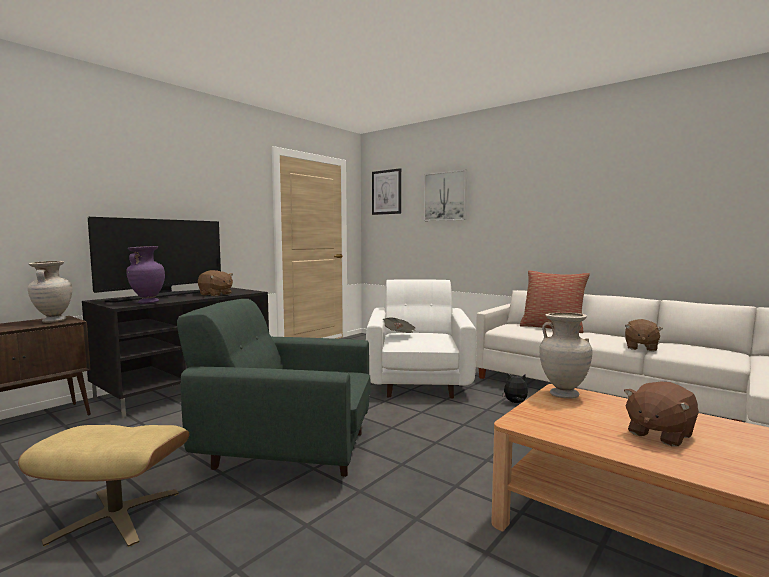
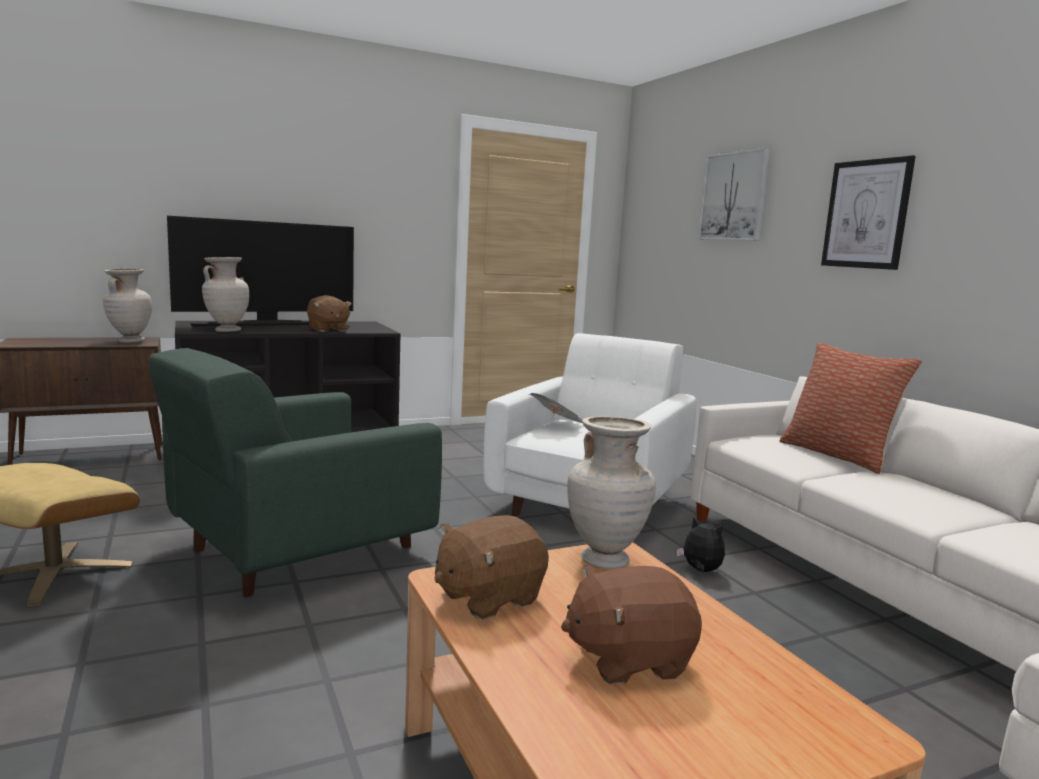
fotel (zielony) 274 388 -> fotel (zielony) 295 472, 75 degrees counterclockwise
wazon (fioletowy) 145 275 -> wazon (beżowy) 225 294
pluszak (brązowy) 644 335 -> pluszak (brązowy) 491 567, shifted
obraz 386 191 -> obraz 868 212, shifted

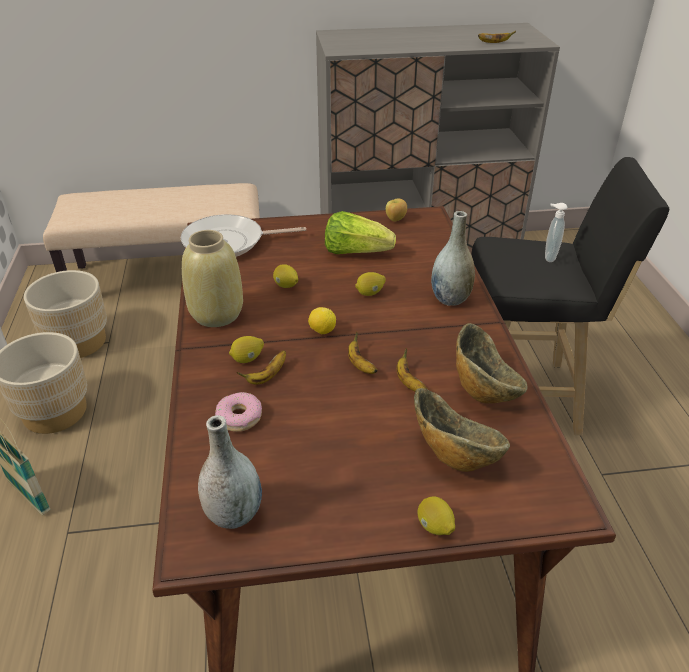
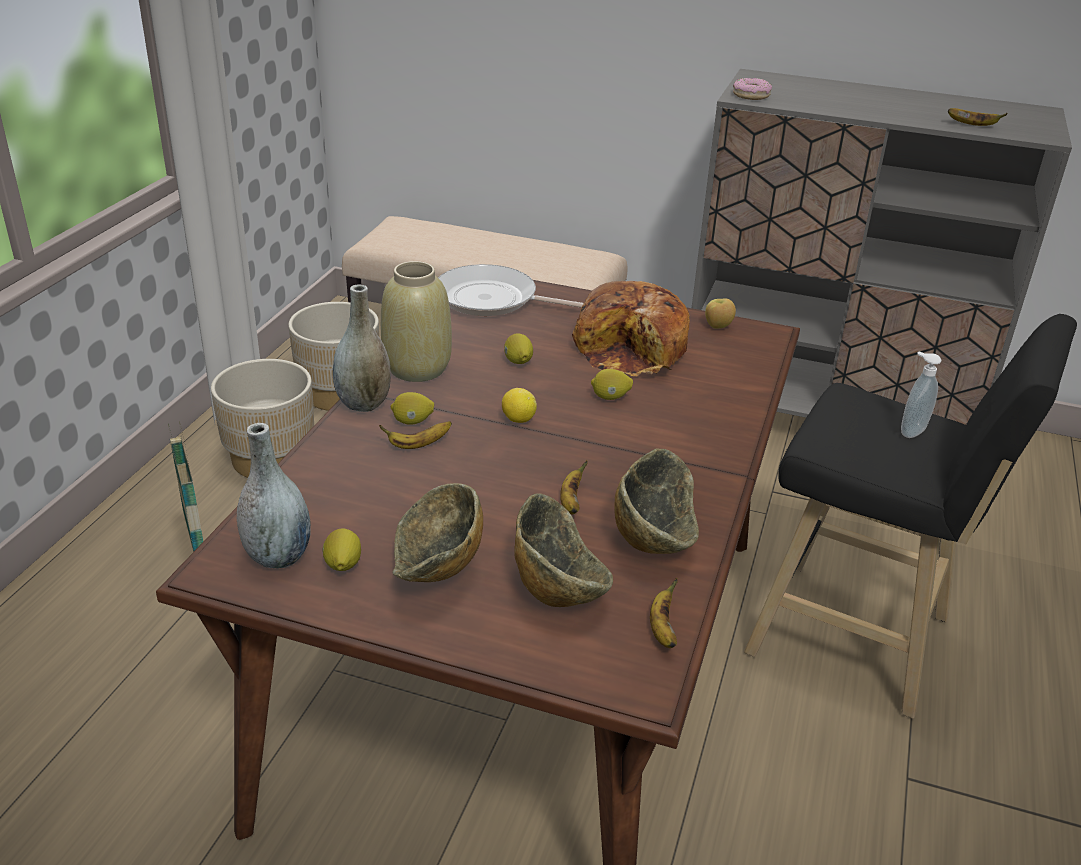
cytryna 436 515 -> cytryna 341 550, shifted
wazon (szary) 453 258 -> wazon (szary) 362 348, shifted
none -> miska 437 532
sałata 360 232 -> chleb 631 328
banan 363 352 -> banan 664 613, shifted
donut 238 412 -> donut 752 89, shifted

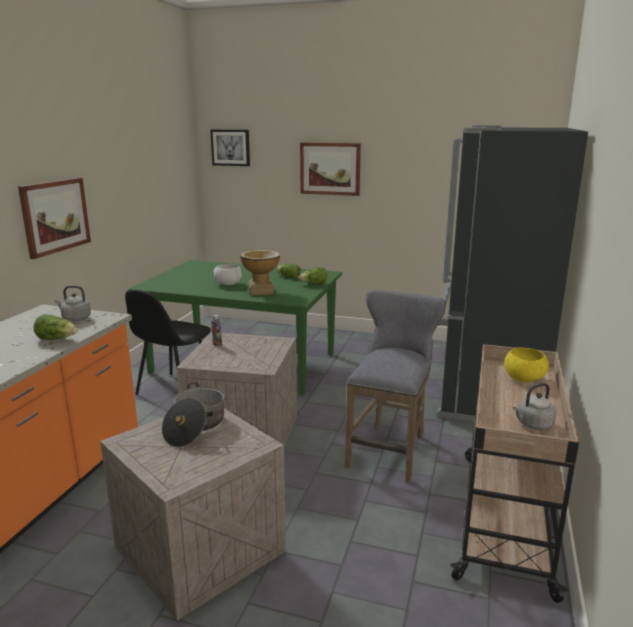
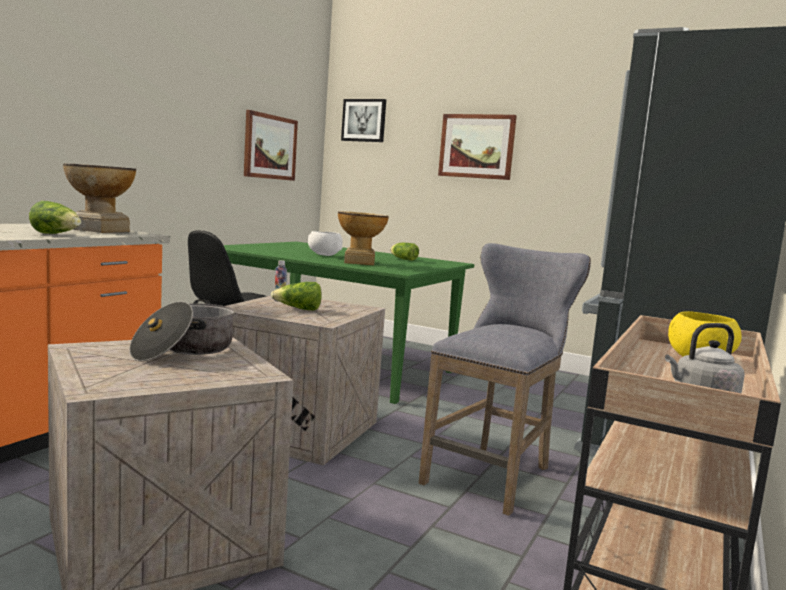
czajnik (szary) 73 303 -> wazon 99 198
obraz 54 218 -> obraz 271 145, shifted
sałata 312 275 -> sałata 296 296, shifted

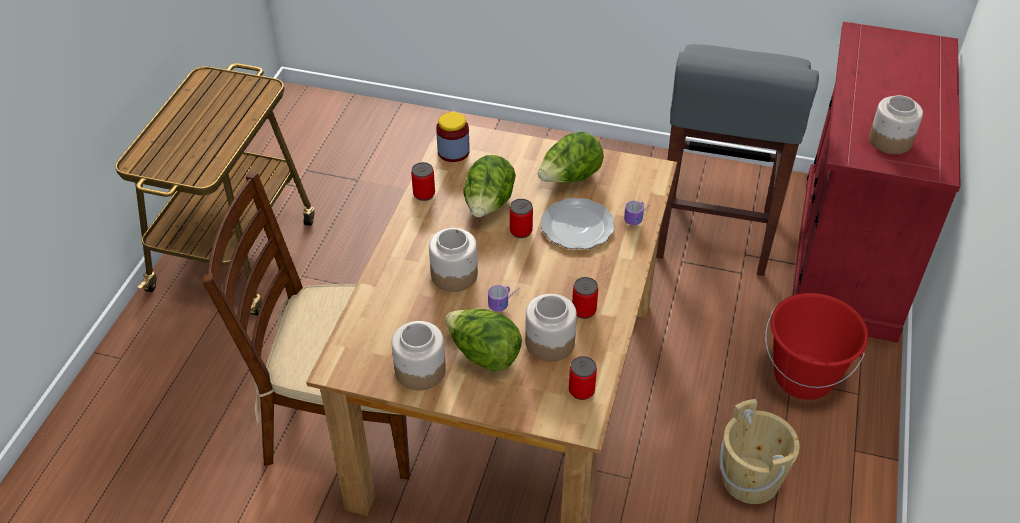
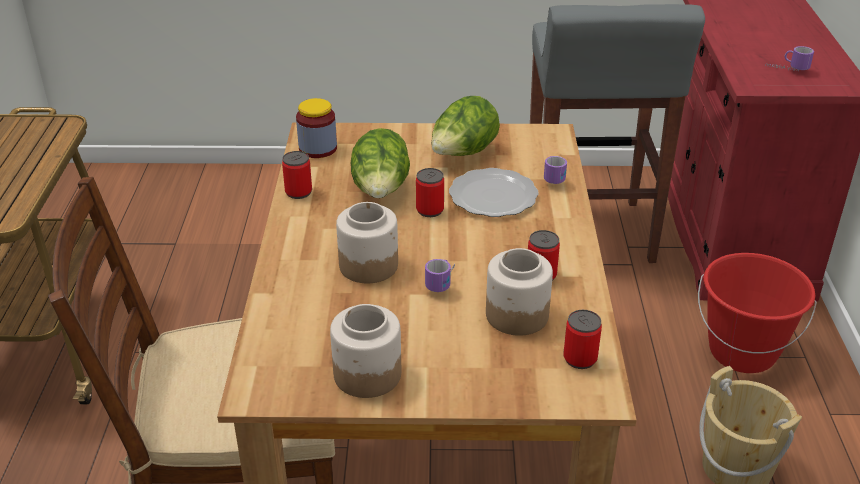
słoik 896 124 -> kubek 789 58
sałata 483 340 -> none

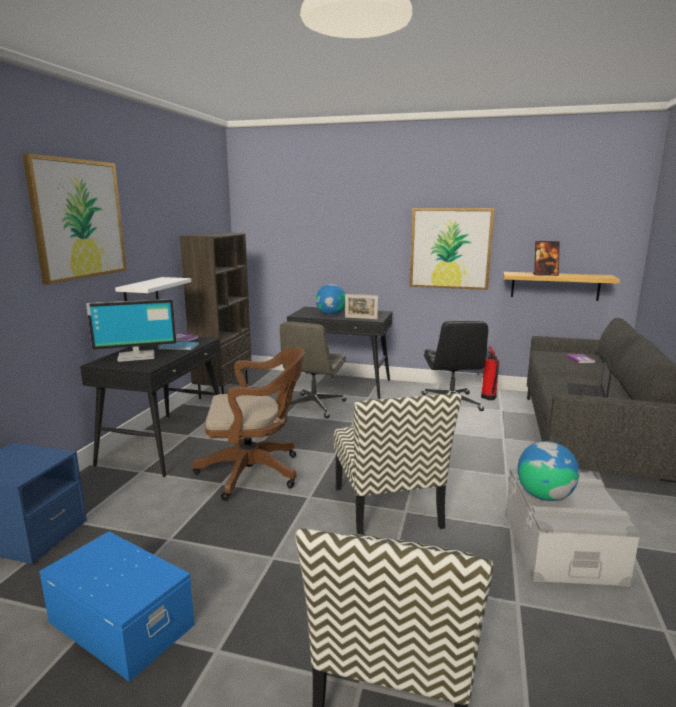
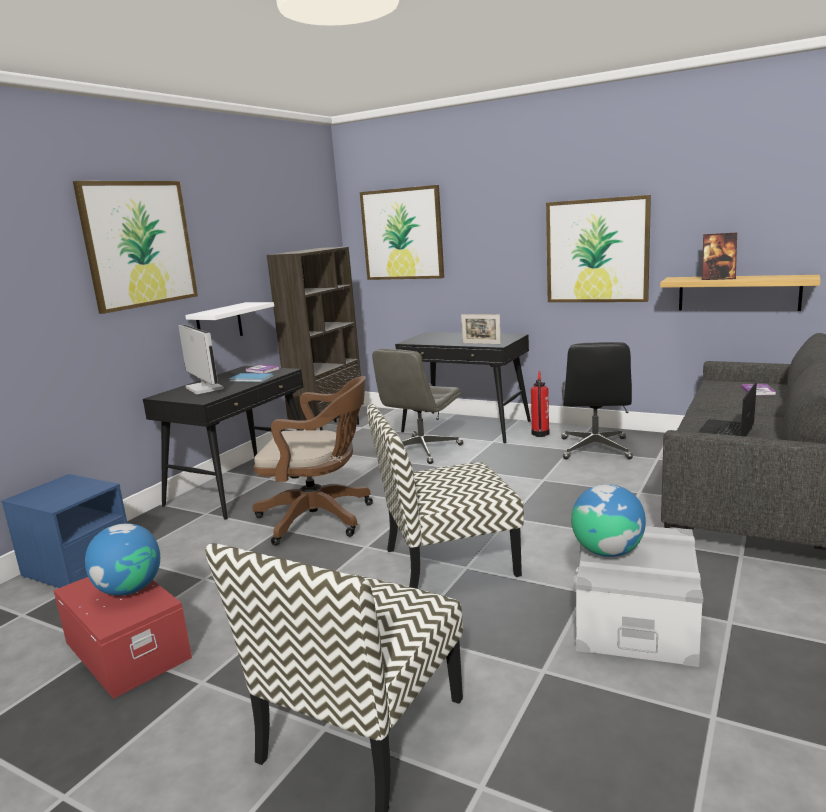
pojemnik do przechowywania (niebieski) 117 607 -> pojemnik do przechowywania (czerwony) 122 638
globus 331 299 -> globus 122 559, shifted
monitor 131 330 -> monitor 201 359, 120 degrees counterclockwise
none -> obraz 402 232
krzesło 398 464 -> krzesło 445 496, 75 degrees clockwise
gaśnica 490 373 -> gaśnica 540 404, shifted

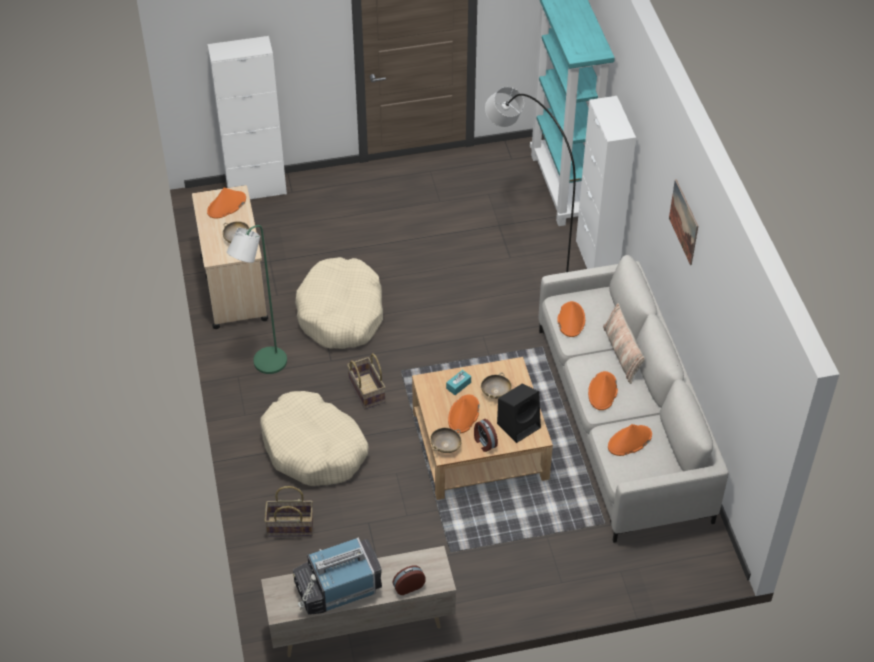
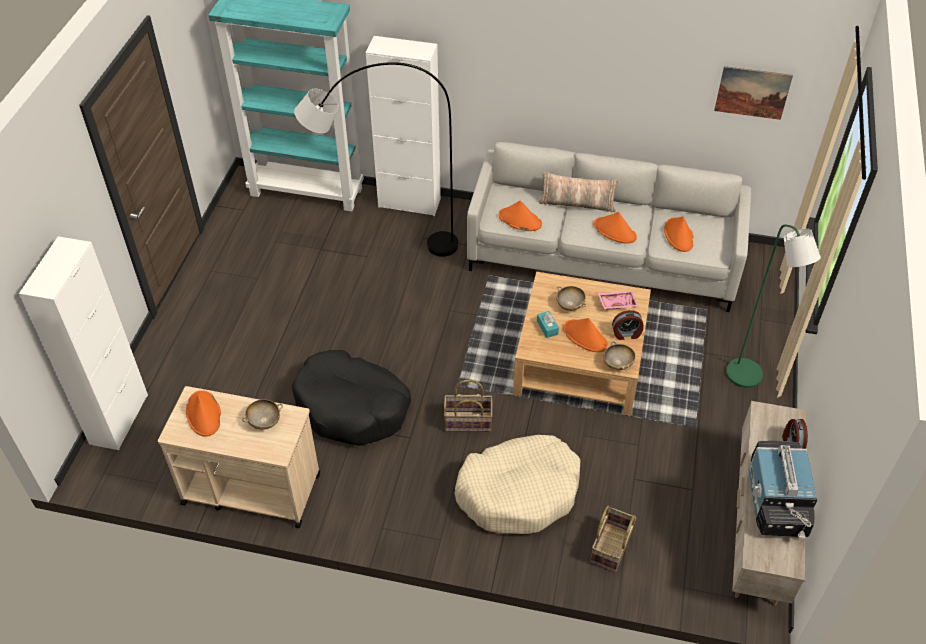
legowisko (beżowy) 339 303 -> legowisko (czarny) 351 398
głośnik (czarny) 519 413 -> taca (różowy) 618 299
obraz 683 222 -> obraz 753 93, shifted
lampa stojąca (zielony) 257 299 -> lampa stojąca (zielony) 773 306, shifted

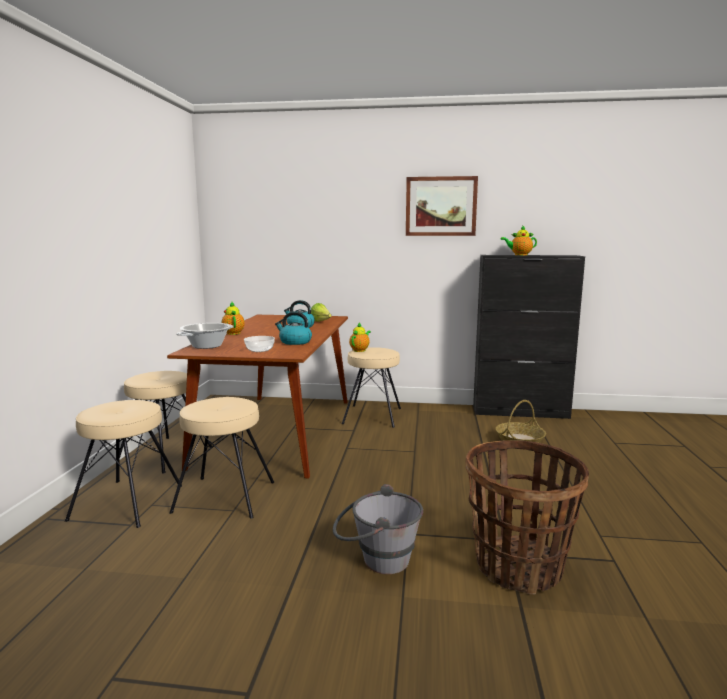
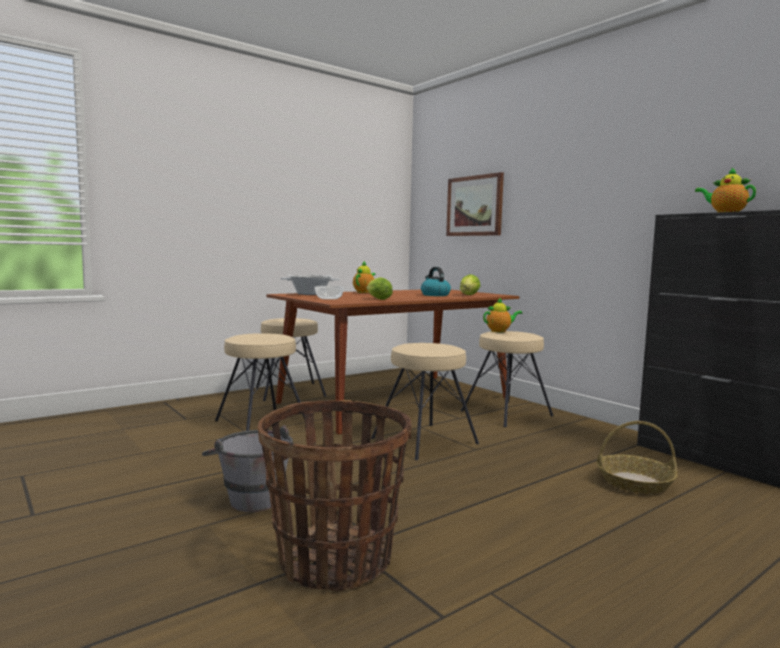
czajnik 293 328 -> sałata 379 289
stołek (beżowy) 123 464 -> stołek (beżowy) 425 401, shifted
obraz 442 206 -> obraz 475 204, shifted

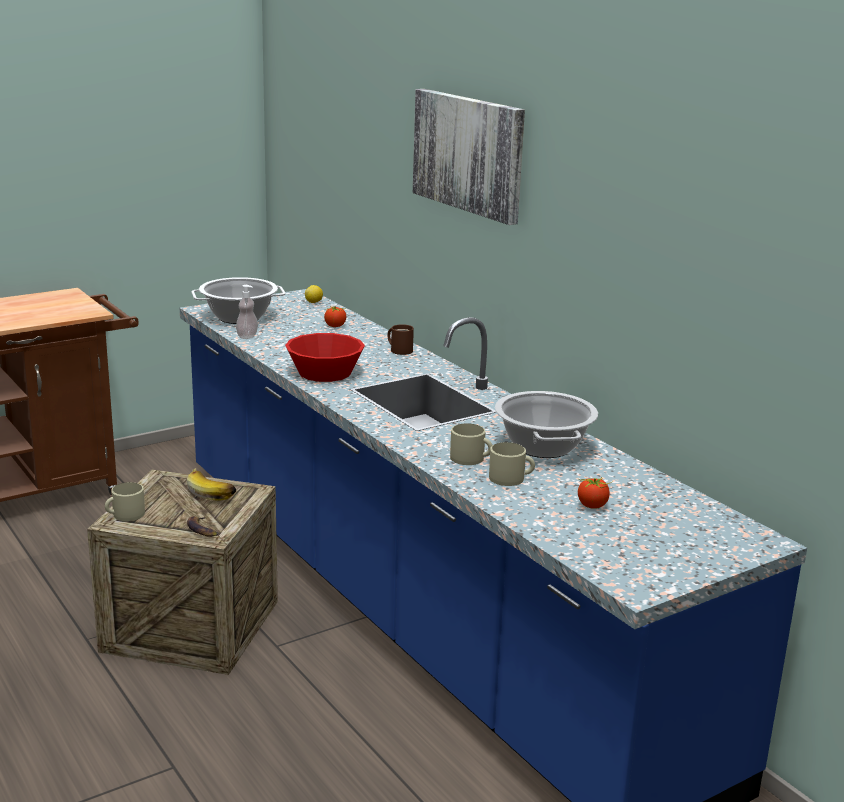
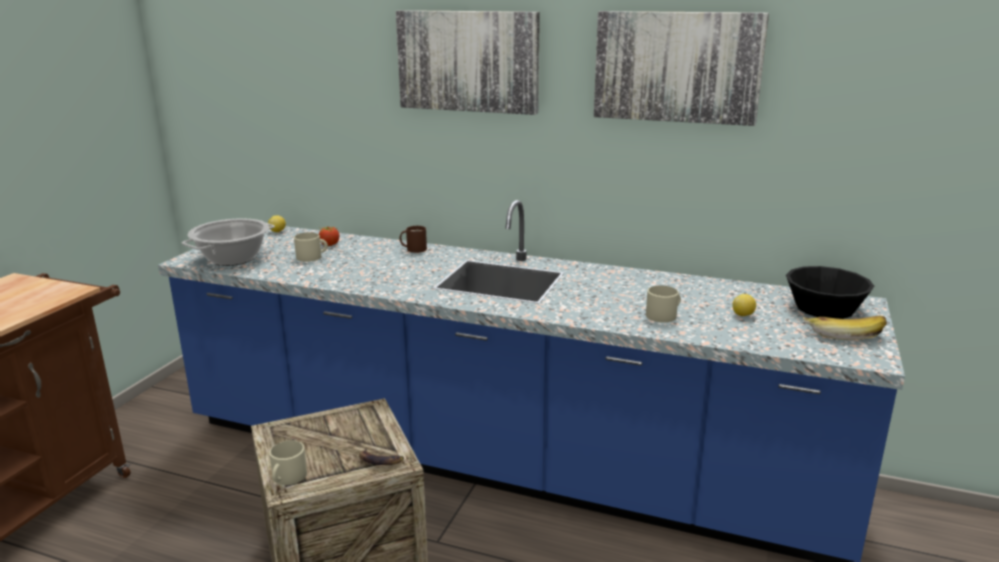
kubek (beżowy) 471 444 -> kubek (beżowy) 311 247, shifted
none -> obraz 681 68
pomidor 595 493 -> cytryna 744 305
none -> miska (czarny) 830 292
banan 211 484 -> banan 845 328, shifted
dozownik mydła 247 312 -> none
miska (czerwony) 325 357 -> none
garnek 546 424 -> none

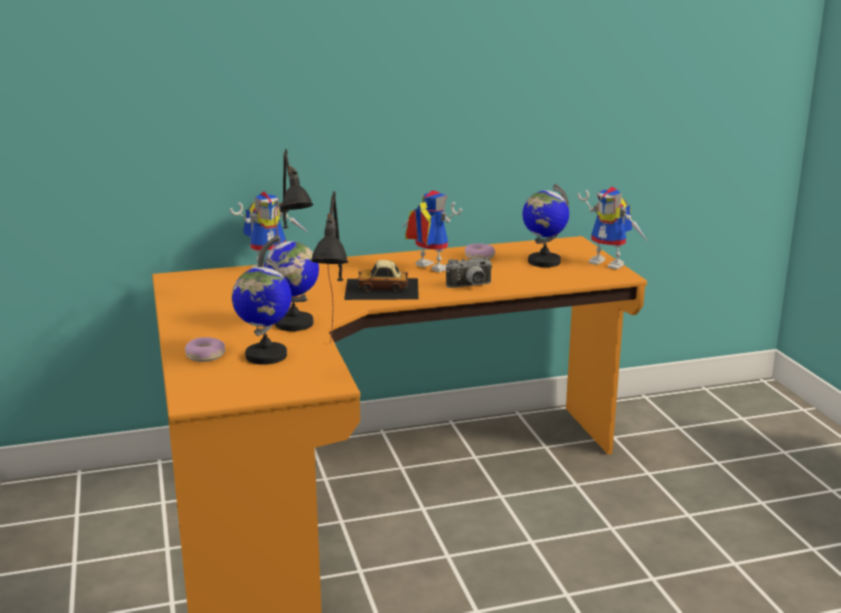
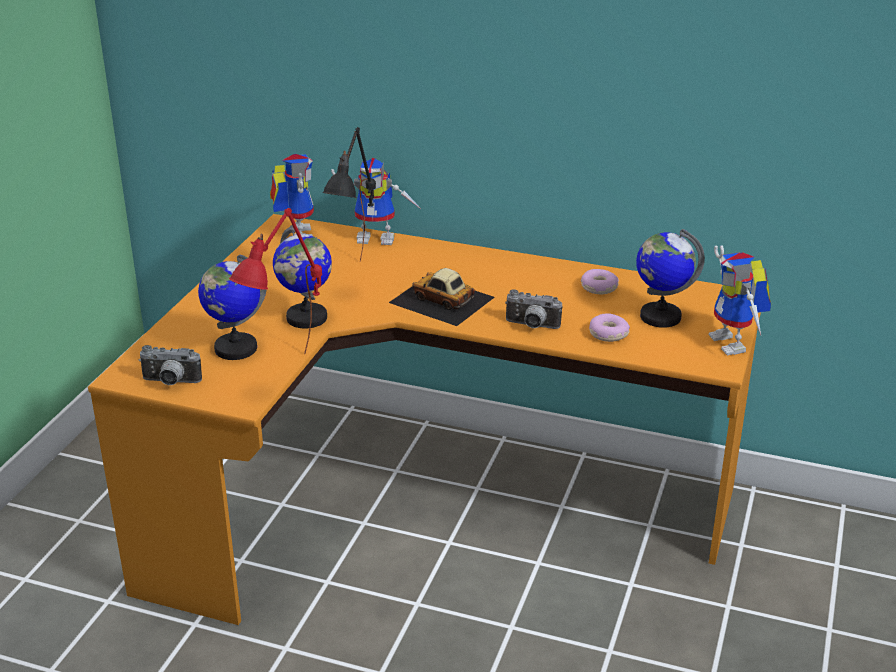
none -> aparat fotograficzny 170 365
lampa stołowa (czarny) 329 267 -> lampa stołowa (czerwony) 275 281
robot zabawkowy 432 231 -> robot zabawkowy 292 195, shifted
donut 205 349 -> donut 609 327, shifted

